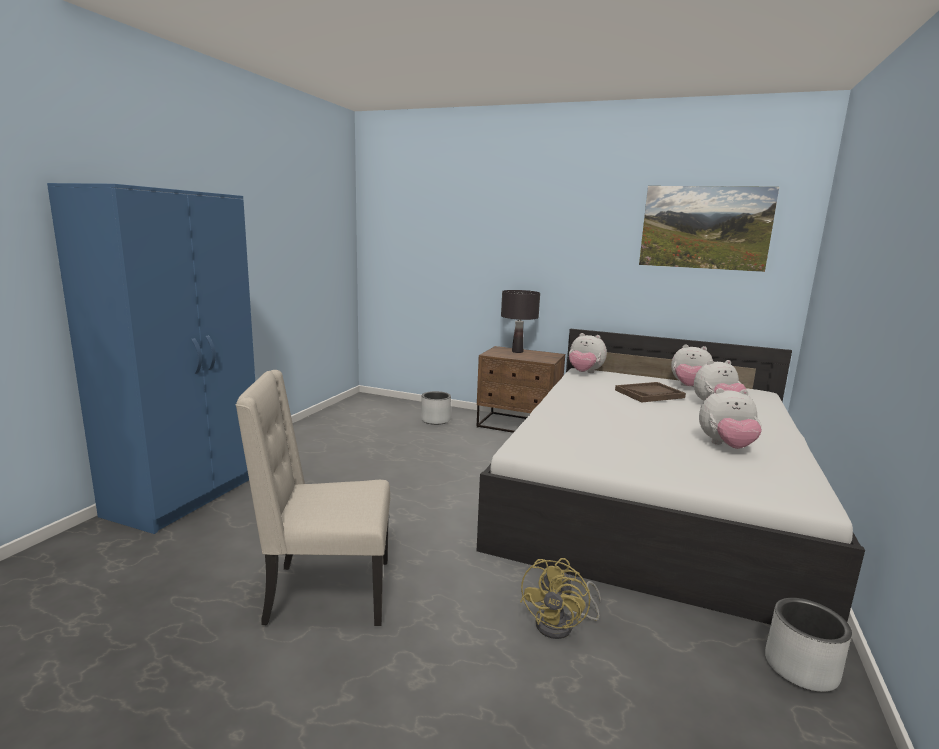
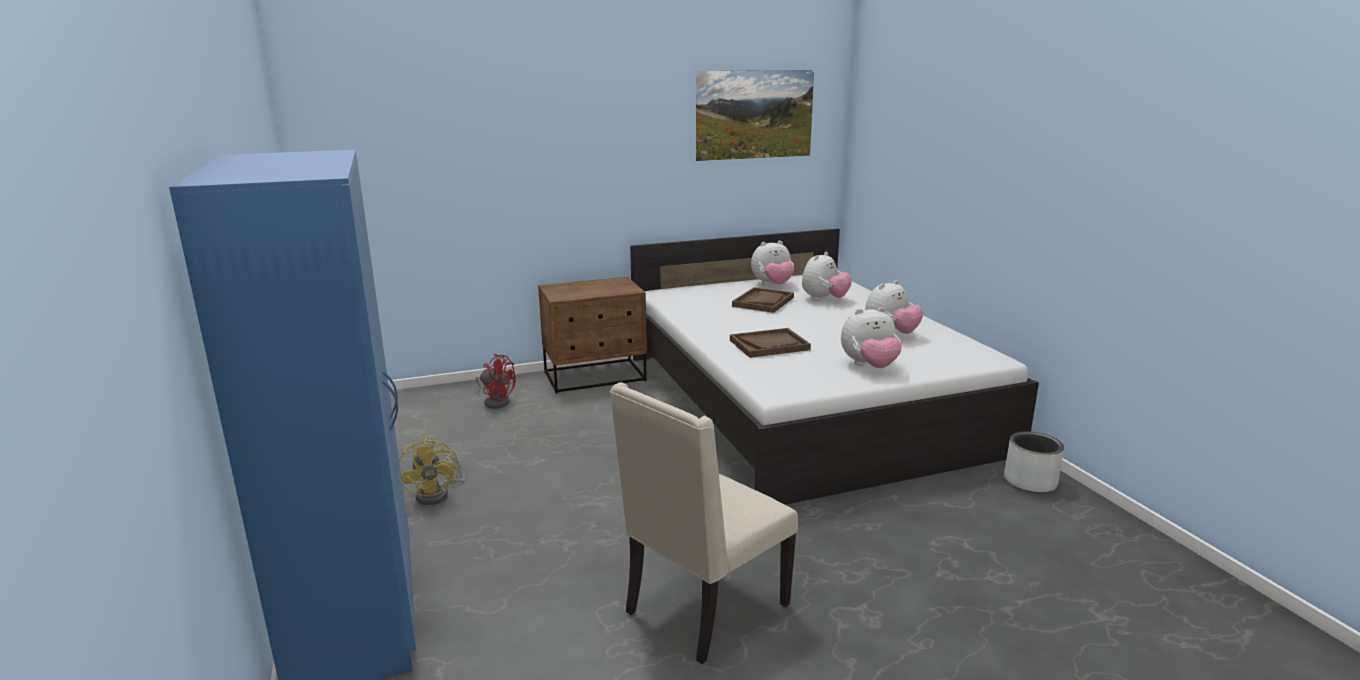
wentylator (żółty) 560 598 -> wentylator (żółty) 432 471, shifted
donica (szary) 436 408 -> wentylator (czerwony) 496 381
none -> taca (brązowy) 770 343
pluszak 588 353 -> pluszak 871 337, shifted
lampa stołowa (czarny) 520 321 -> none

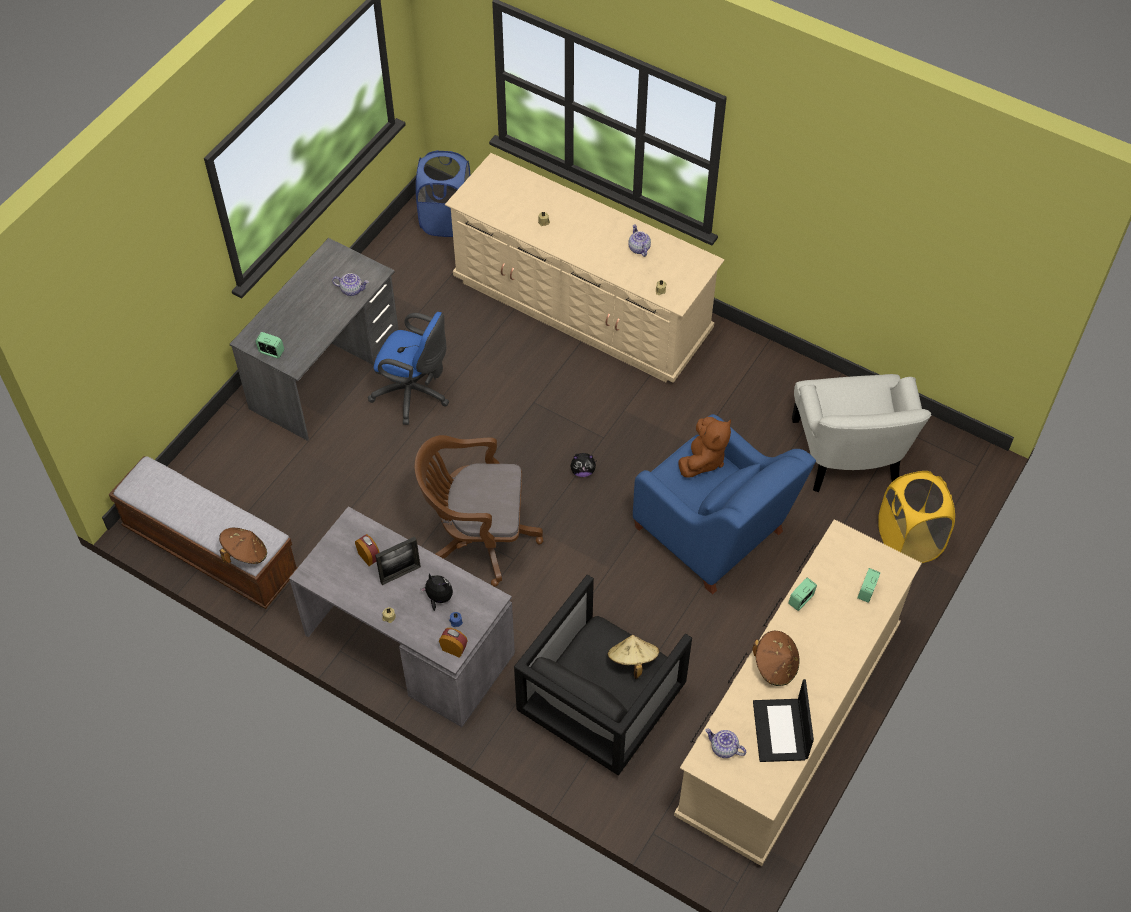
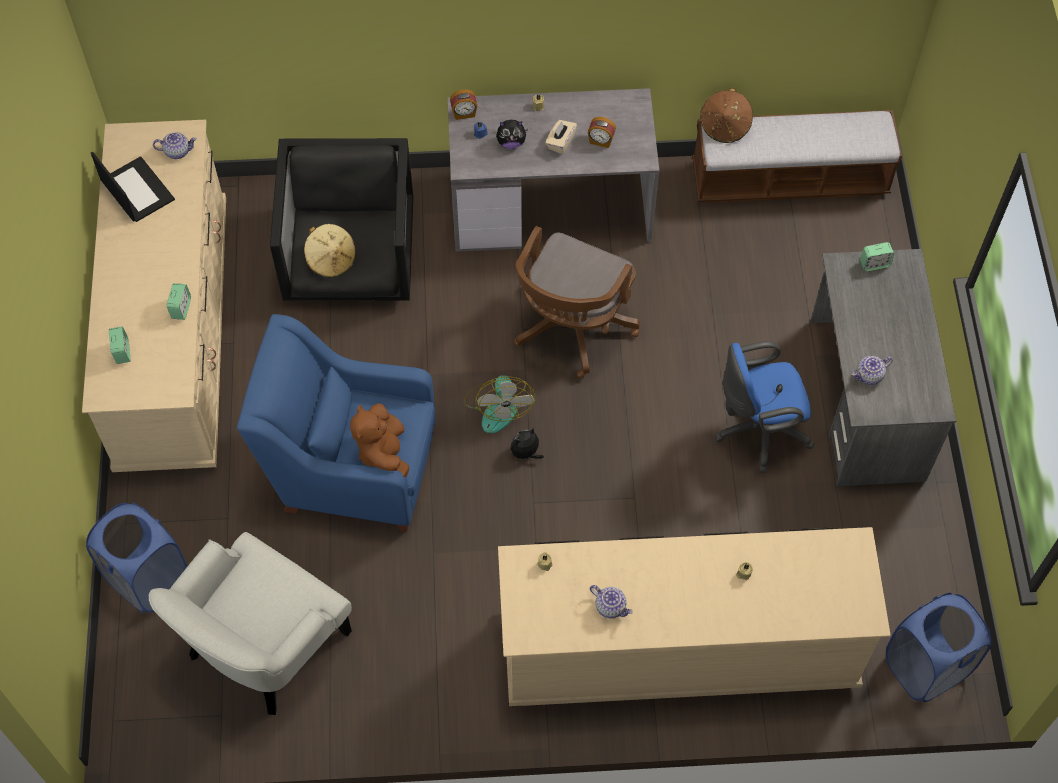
kosz na pranie (żółty) 916 517 -> kosz na pranie (niebieski) 136 558
fotel (biały) 862 433 -> fotel (biały) 250 623, 105 degrees counterclockwise
none -> wentylator 499 404
krzesło biurowe (brązowy) 479 511 -> krzesło biurowe (brązowy) 577 302, 150 degrees clockwise
ramka na zdjęcie 398 560 -> pudełko chusteczek (beżowy) 561 137
kapelusz (brązowy) 776 658 -> none

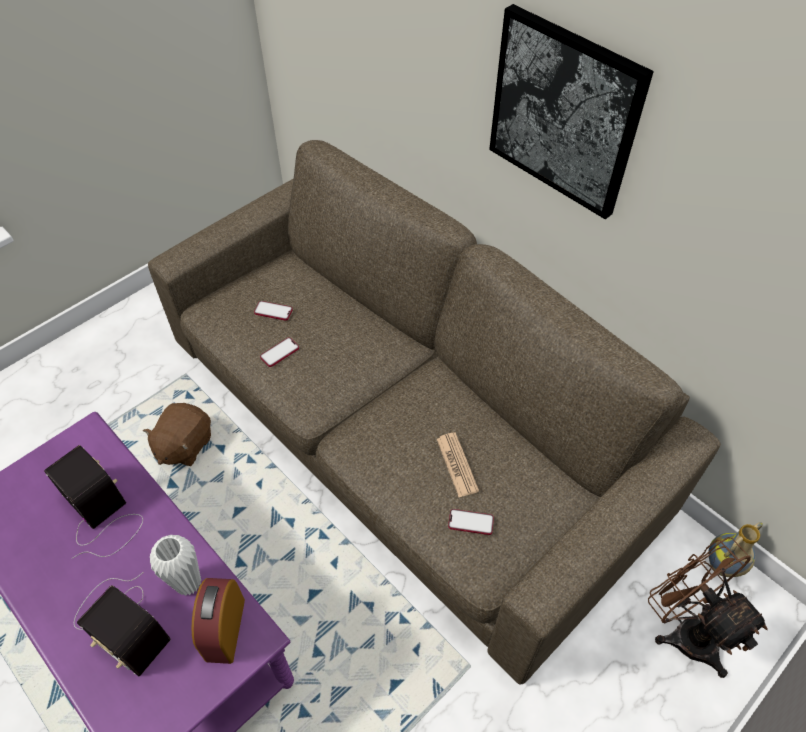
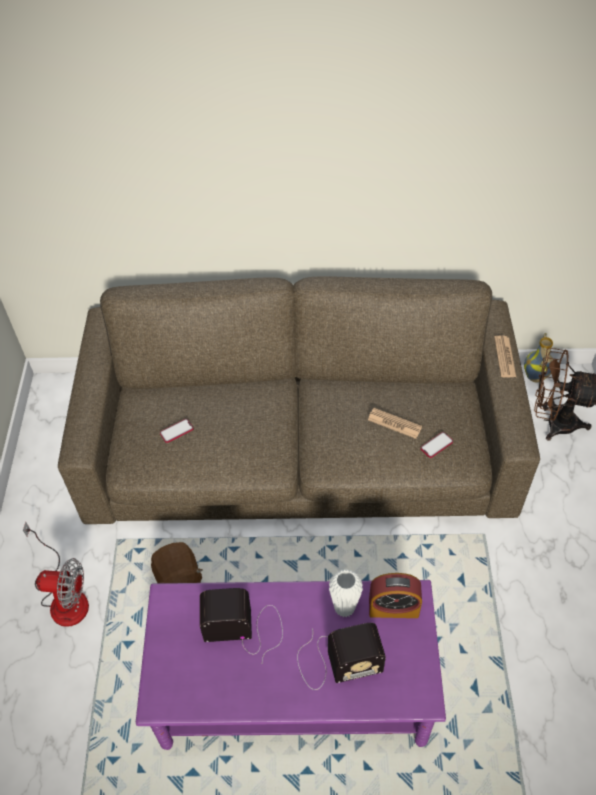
none -> wentylator 56 574
budzik 218 621 -> budzik 395 595, 45 degrees counterclockwise
none -> gazeta 505 356
telefon 279 352 -> none
obraz 571 111 -> none

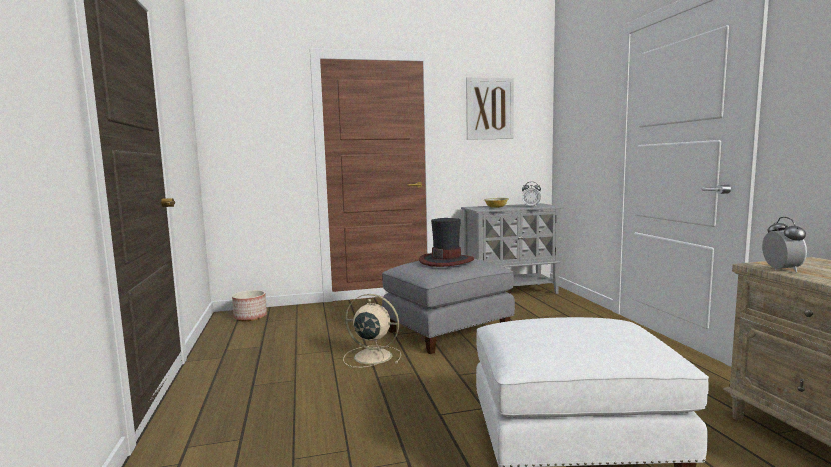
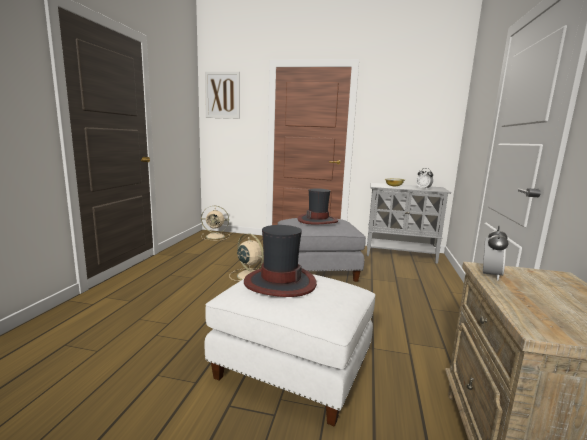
donica 249 306 -> wentylator (beżowy) 215 223
obraz 490 108 -> obraz 222 95, shifted
none -> kapelusz 280 261

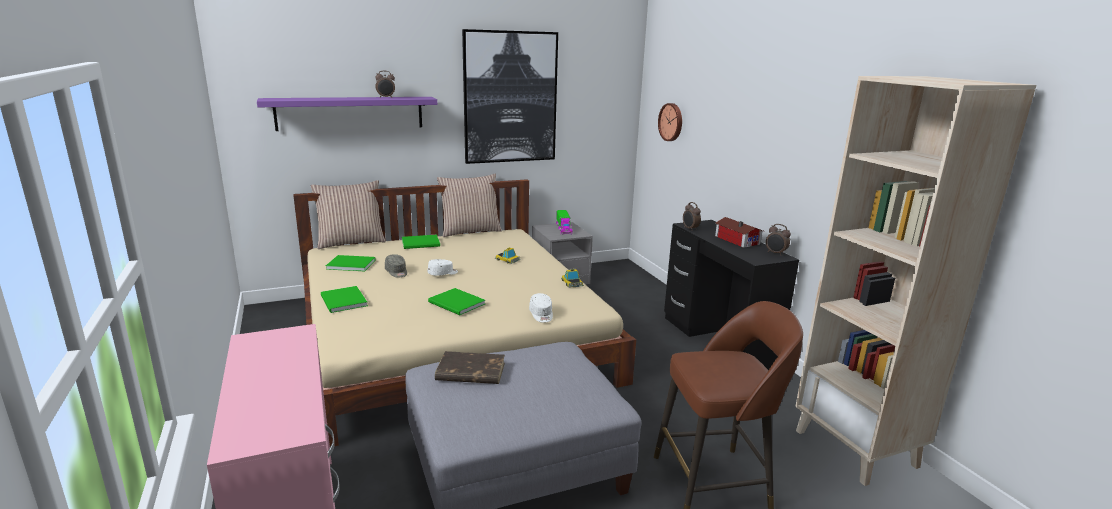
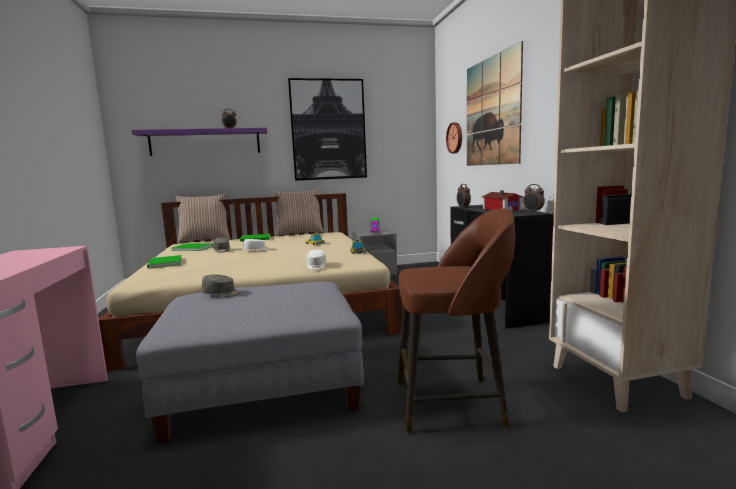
książka (brązowy) 470 367 -> czapka z daszkiem (szary) 221 285
none -> obraz 495 103
książka (zielony) 456 301 -> none

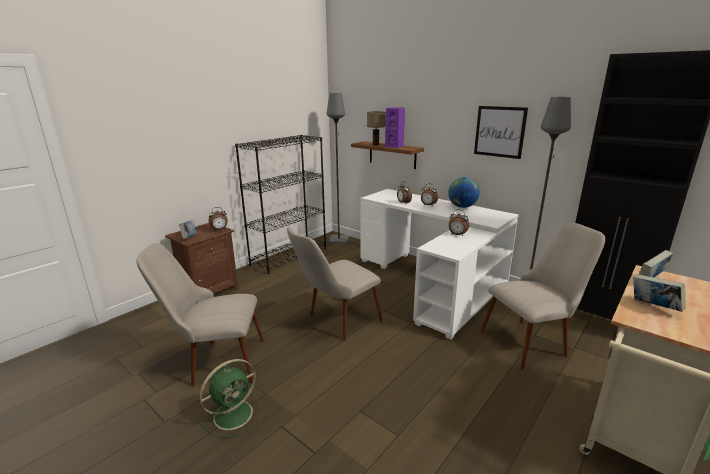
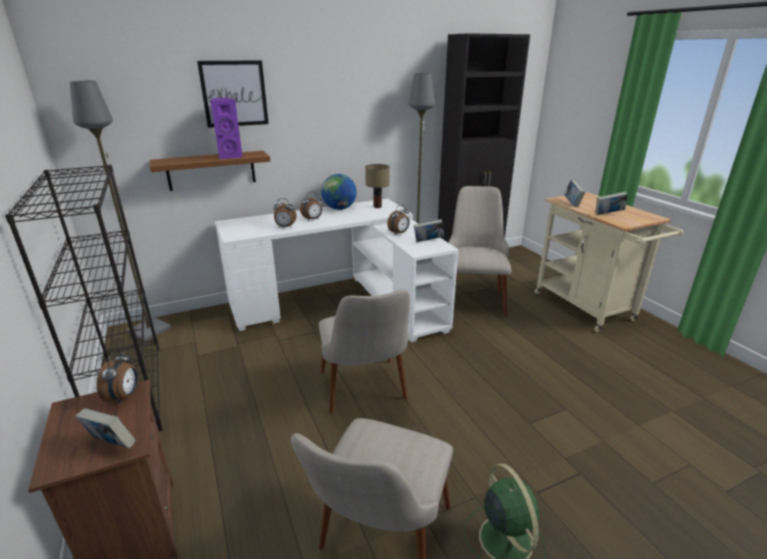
obraz 501 132 -> obraz 233 94, shifted
lampa stołowa 376 129 -> lampa stołowa 377 186, shifted
none -> książka 428 230

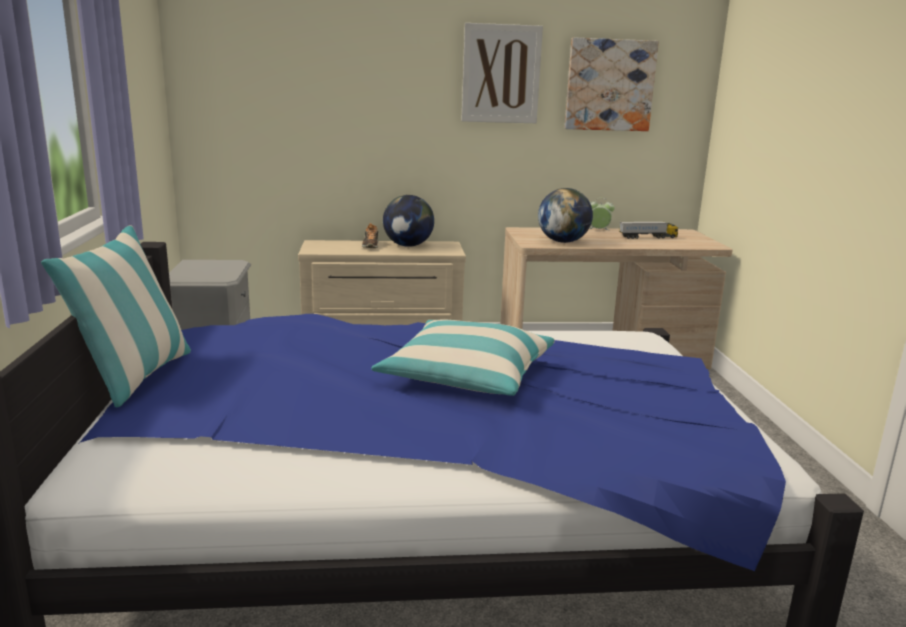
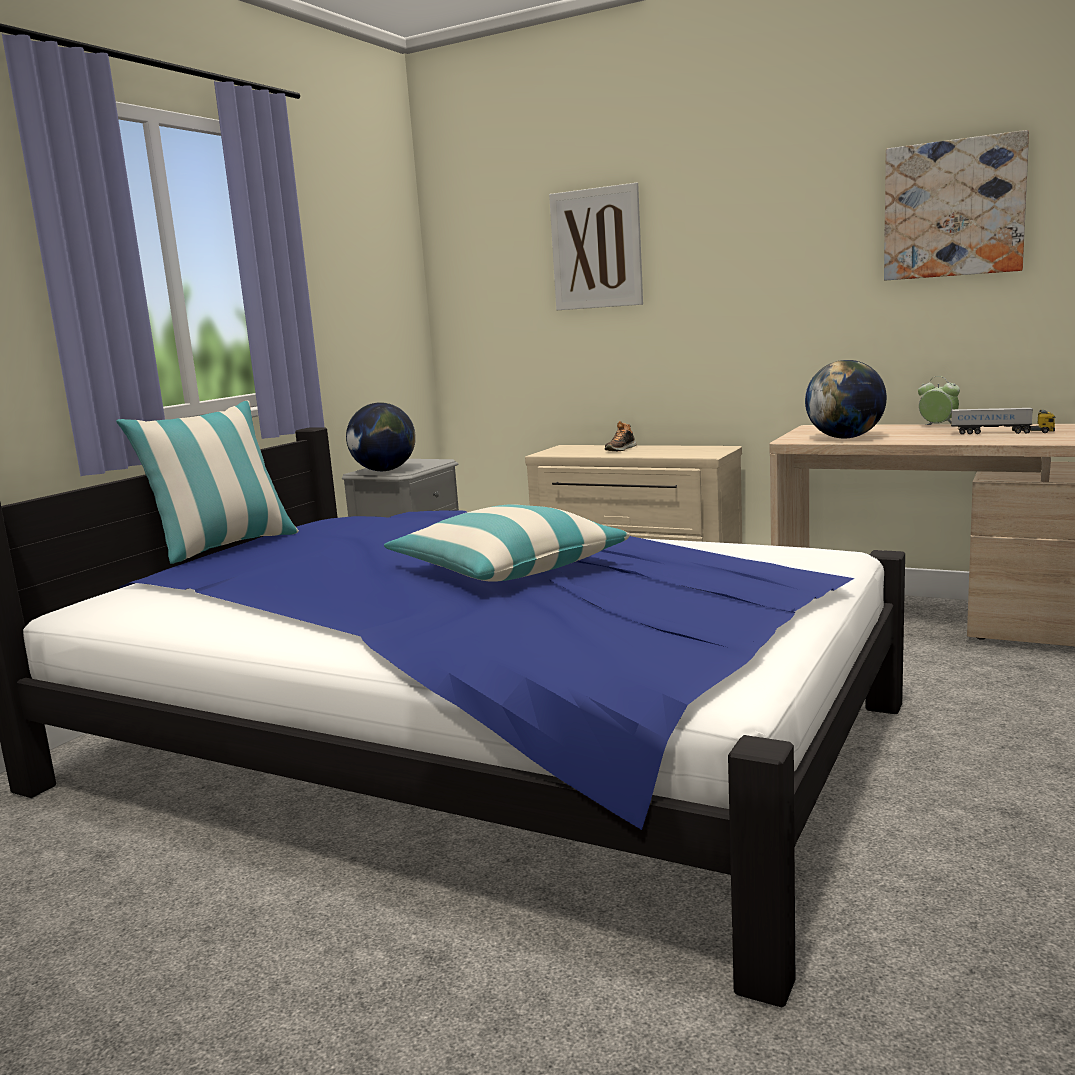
globus 408 221 -> globus 381 436, shifted
obraz 502 73 -> obraz 596 246, shifted

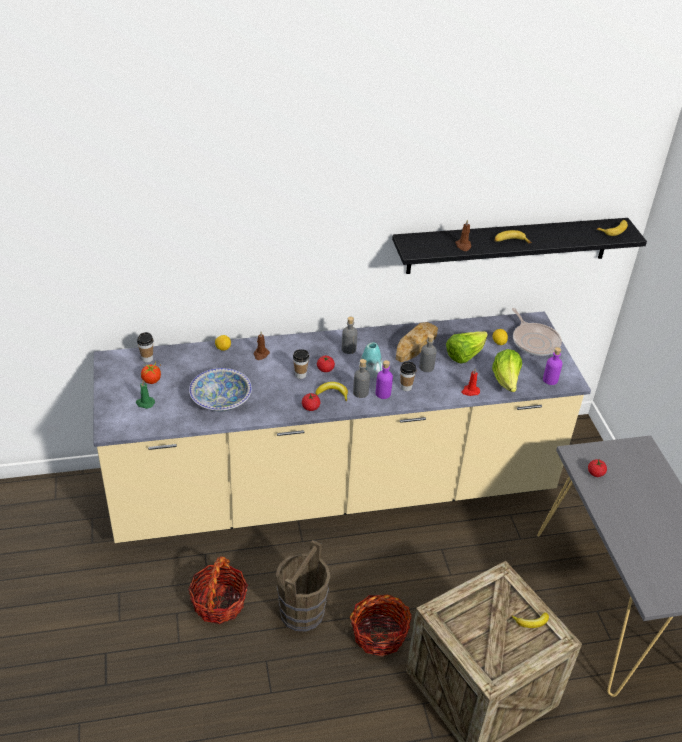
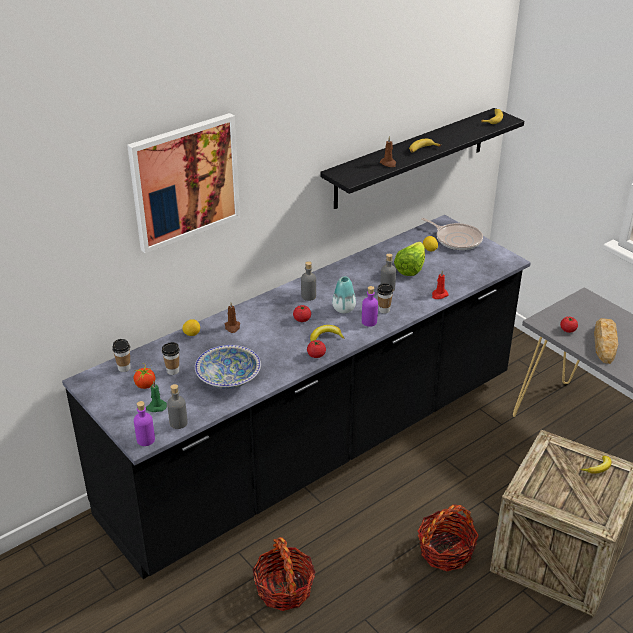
zabudowa kuchenna (beżowy) 342 427 -> zabudowa kuchenna (czarny) 296 397
none -> obraz 183 183
butelka (fioletowy) 552 366 -> butelka (fioletowy) 144 423, shifted
filiżanka 301 364 -> filiżanka 171 358, shifted
butelka (szary) 361 378 -> butelka (szary) 177 406, shifted
chleb 417 342 -> chleb 606 341, shifted
wiadro (brązowy) 303 585 -> none
sałata 507 370 -> none

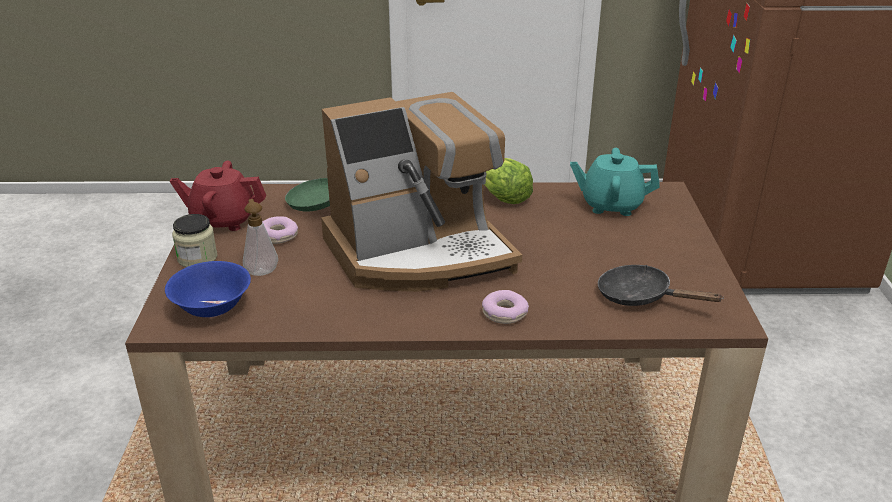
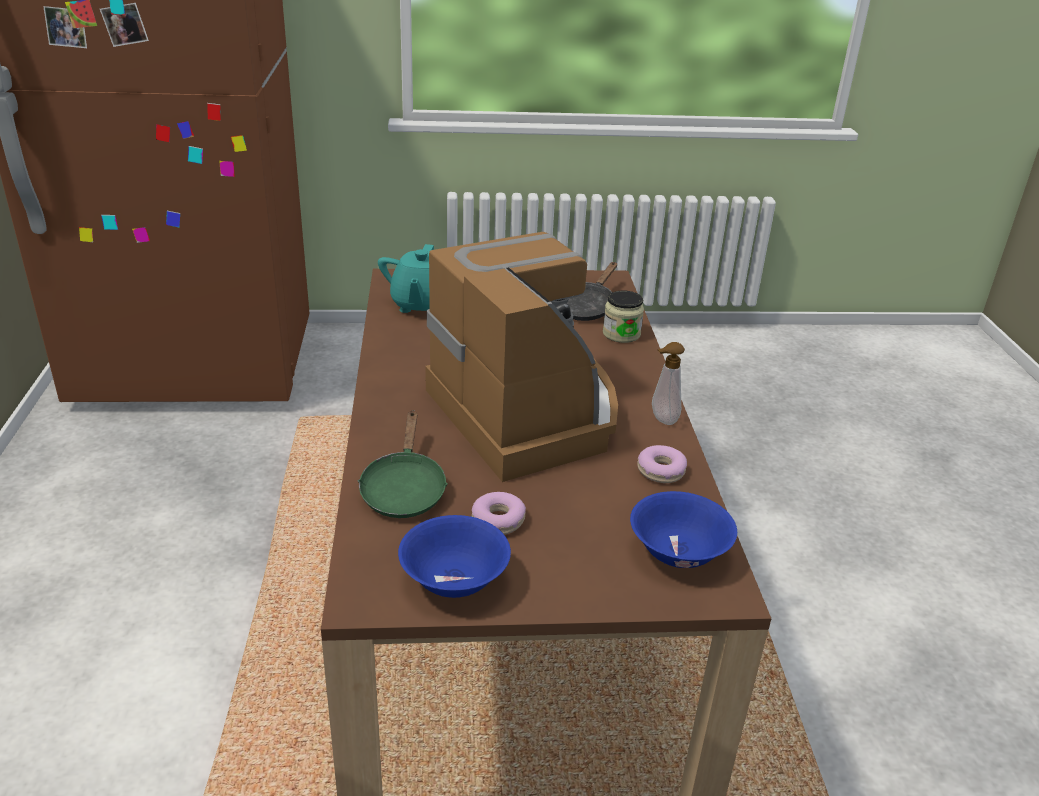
imbryk (czerwony) 218 196 -> miska (niebieski) 454 556
słoik 195 240 -> słoik 623 317, shifted
donut 505 307 -> donut 662 464, shifted
dozownik mydła 260 237 -> dozownik mydła 668 383, shifted
sałata 508 181 -> none

